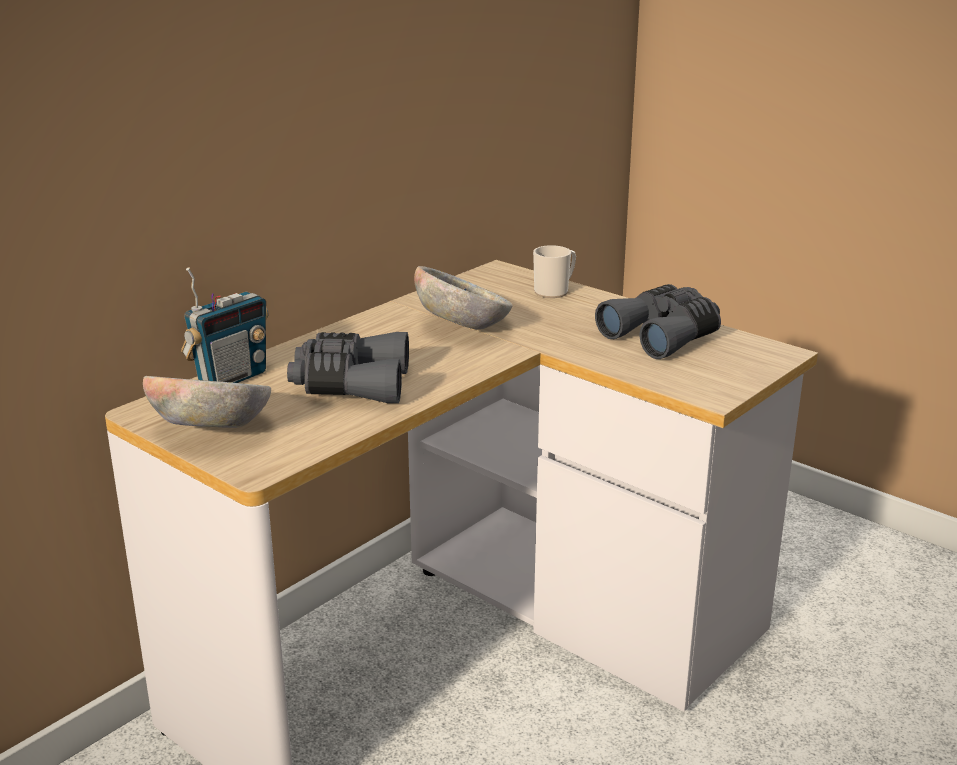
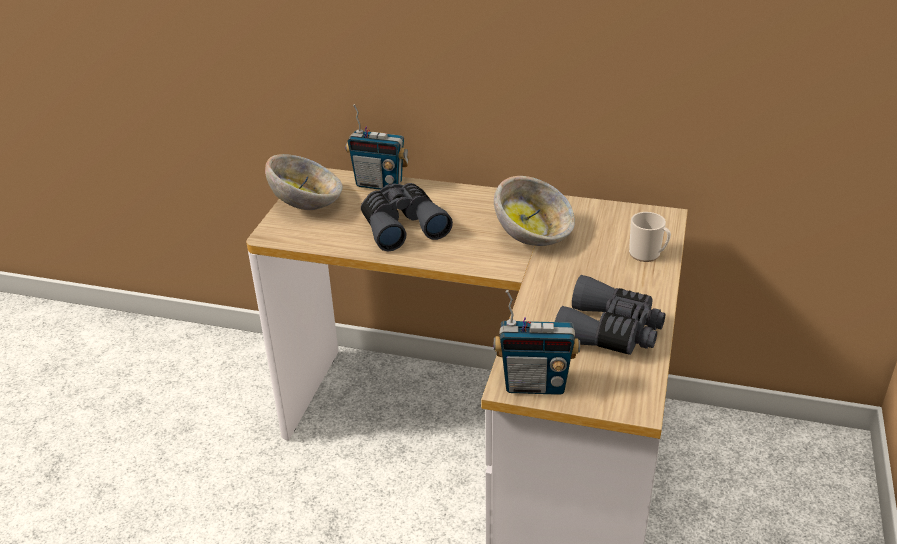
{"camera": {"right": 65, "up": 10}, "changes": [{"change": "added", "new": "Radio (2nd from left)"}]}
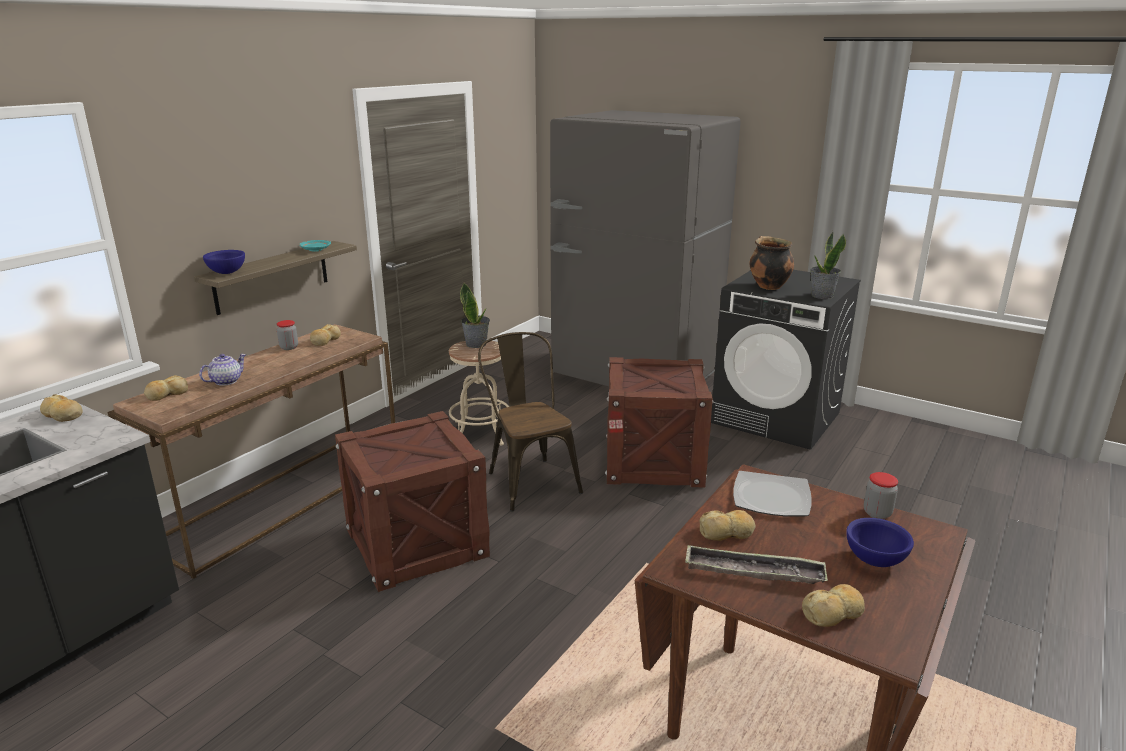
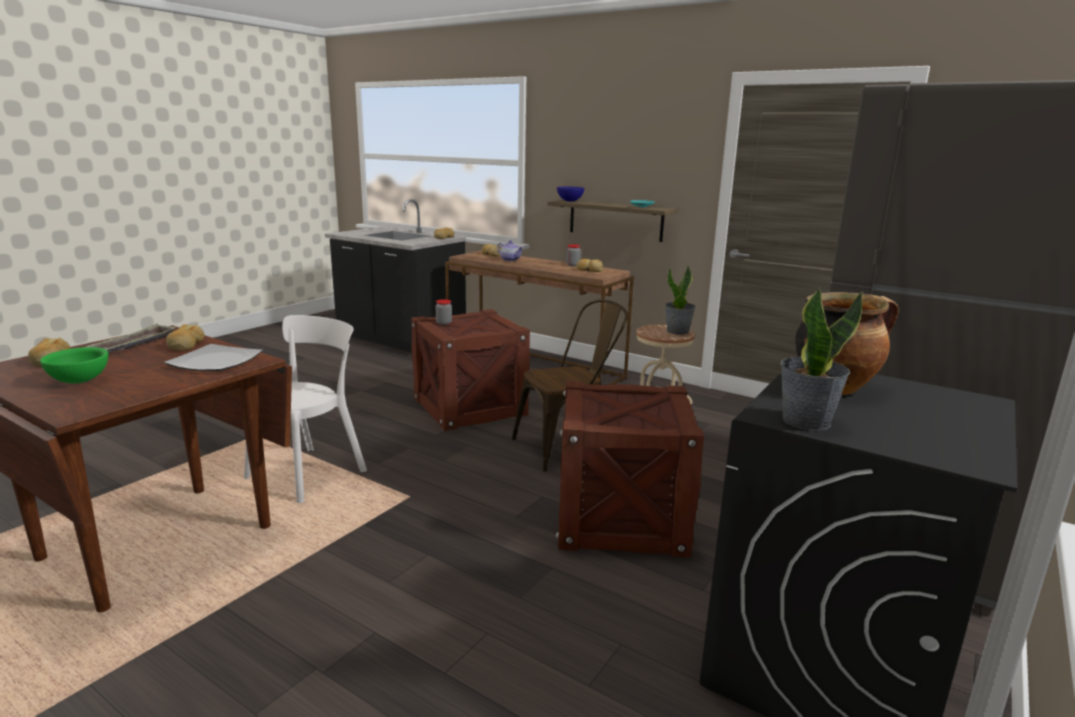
{"camera": {"right": 90, "up": -5}, "changes": [{"change": "moved", "old": "Vorratsglas (2nd from left in the first image)", "new": "Vorratsglas (1st from left)"}, {"change": "recoloured", "old": "Schüssel (blau) (2nd from left)", "new": "Schüssel (grün)"}, {"change": "added", "new": "Stuhl (weiß)"}]}
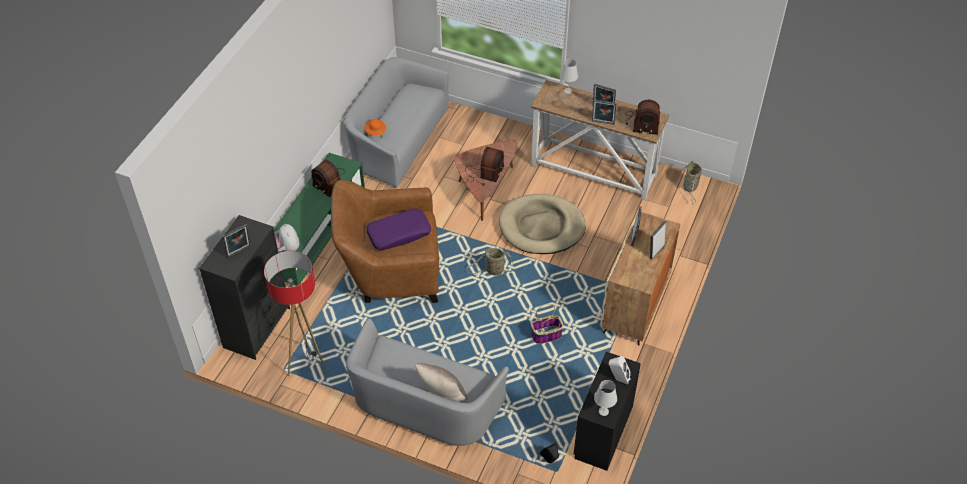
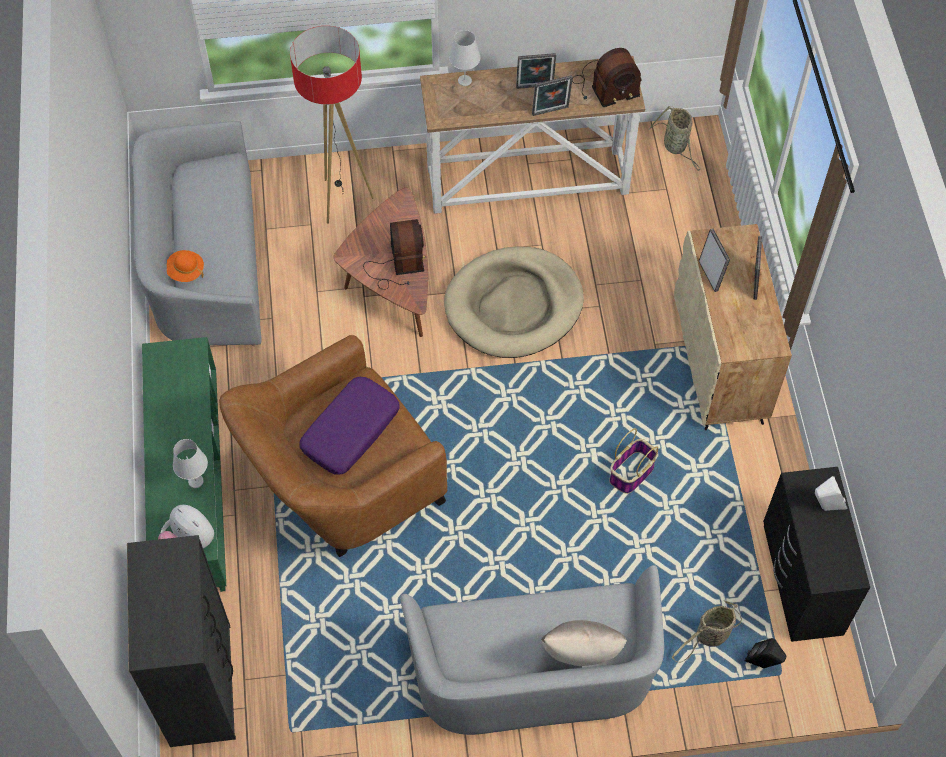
{"camera": {"right": -30, "up": 10}, "changes": [{"change": "removed", "old": "Radio (1st from left)"}, {"change": "removed", "old": "Bilderrahmen (1st from left)"}, {"change": "moved", "old": "Korb (1st from left in the first image)", "new": "Korb (3rd from left)"}, {"change": "moved", "old": "Stehlampe"}, {"change": "moved", "old": "Tischlampe (weiß) (2nd from left in the first image)", "new": "Tischlampe (weiß) (1st from left)"}]}
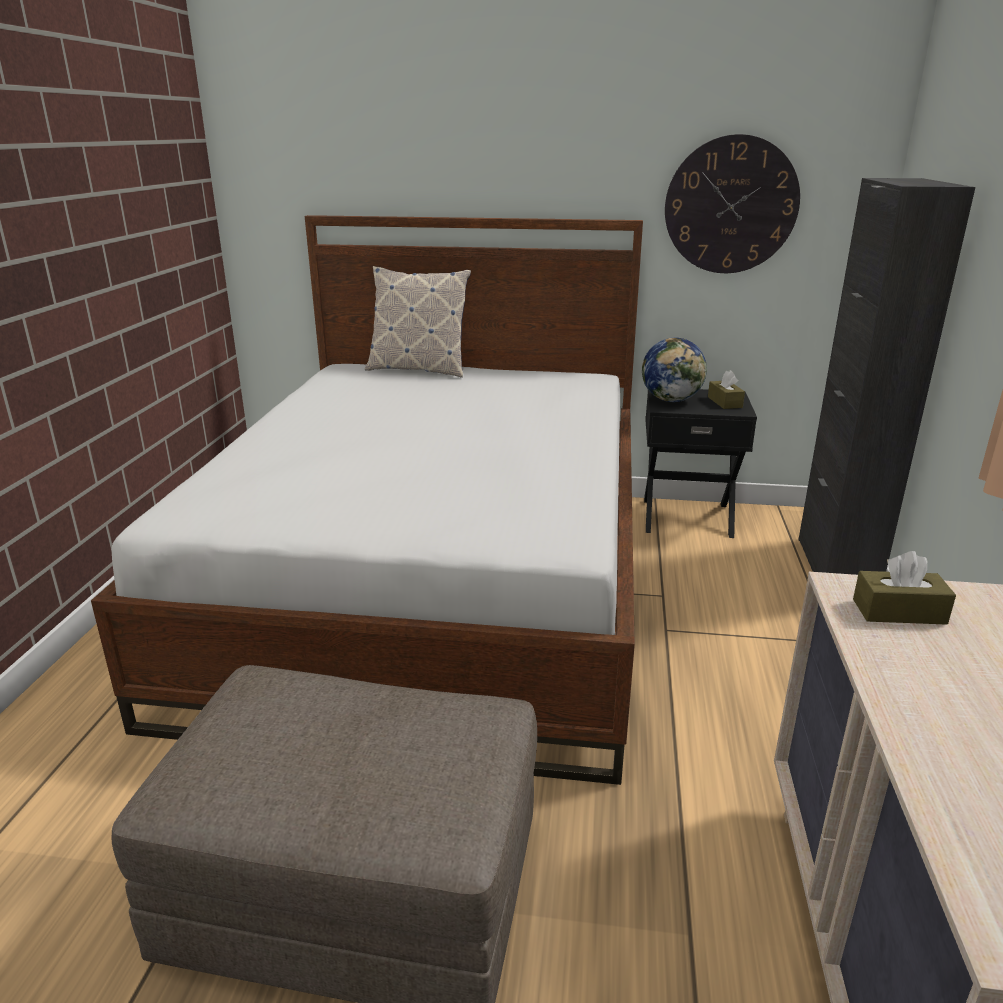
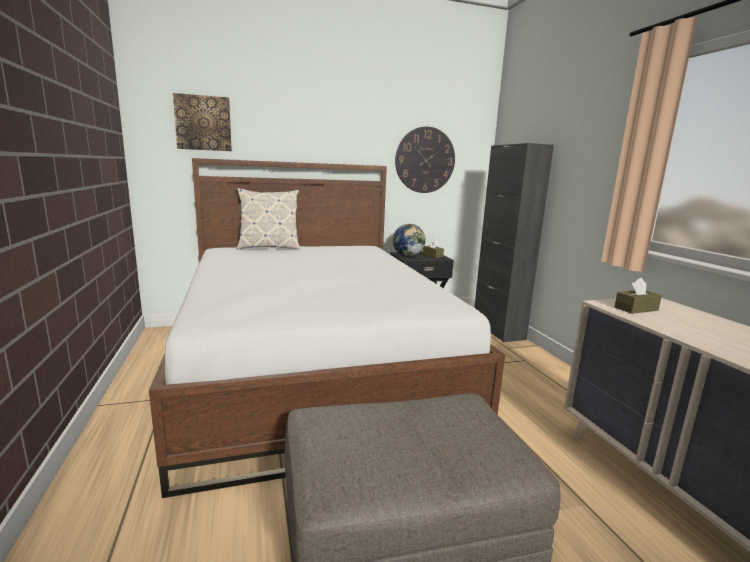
{"camera": {"right": -25, "up": -10}, "changes": [{"change": "added", "new": "Bild"}]}
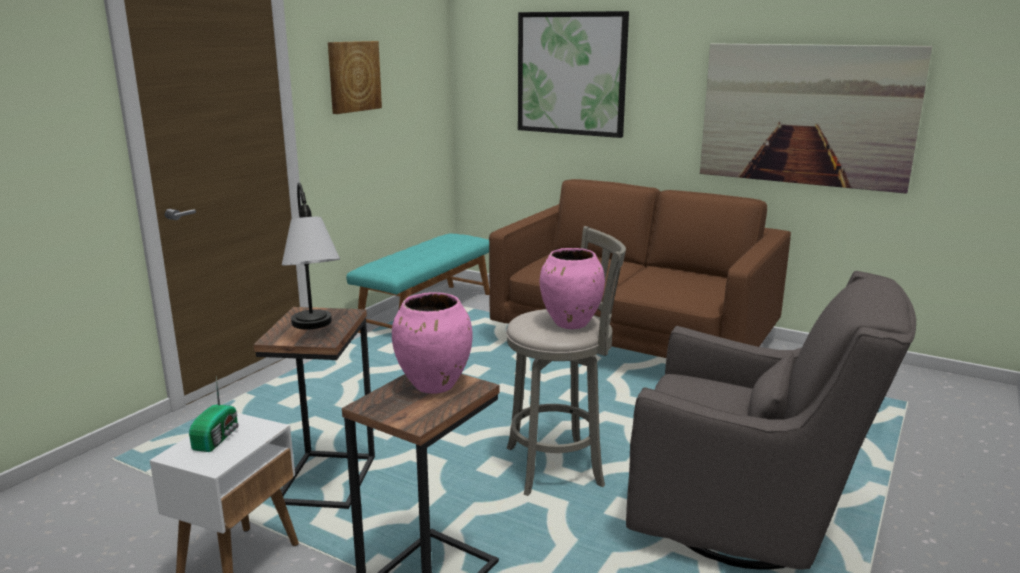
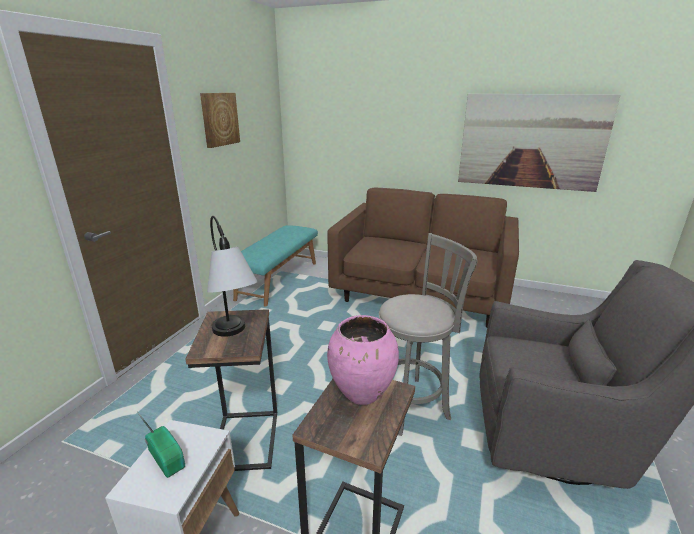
{"camera": {"right": -10, "up": 5}, "changes": [{"change": "removed", "old": "Bild (2nd from left)"}, {"change": "removed", "old": "Vase (rosa) (2nd from left)"}, {"change": "turned", "old": "Radio", "degrees": -45}]}
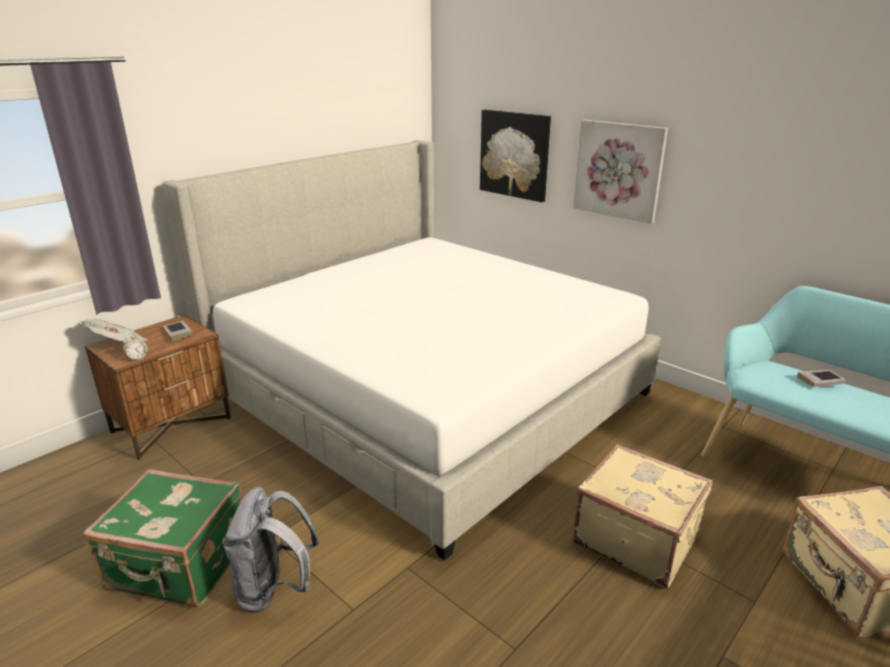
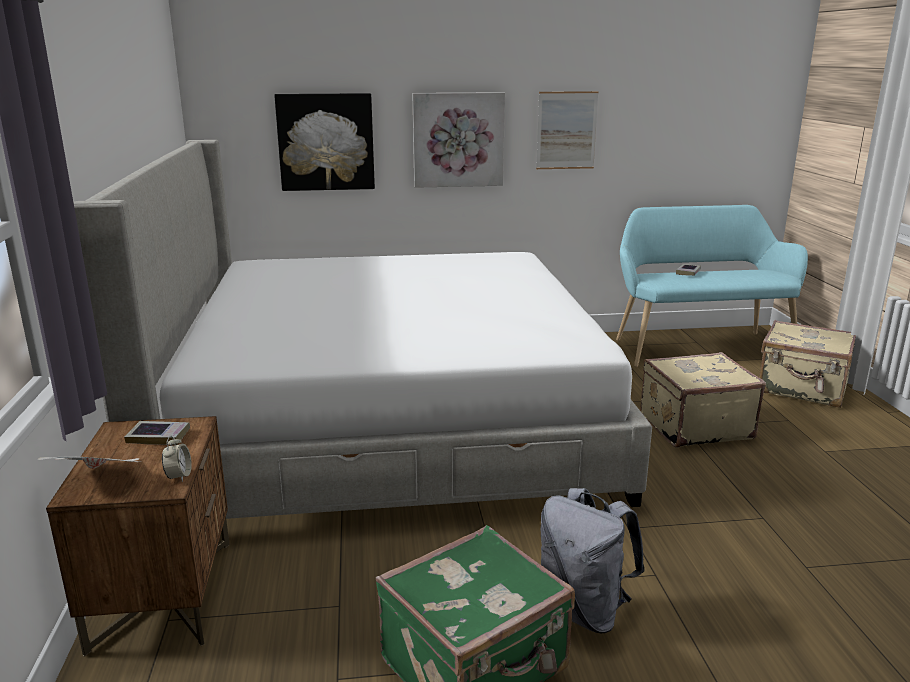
{"camera": {"right": -50, "up": -5}, "changes": [{"change": "added", "new": "Bild (3rd from left)"}]}
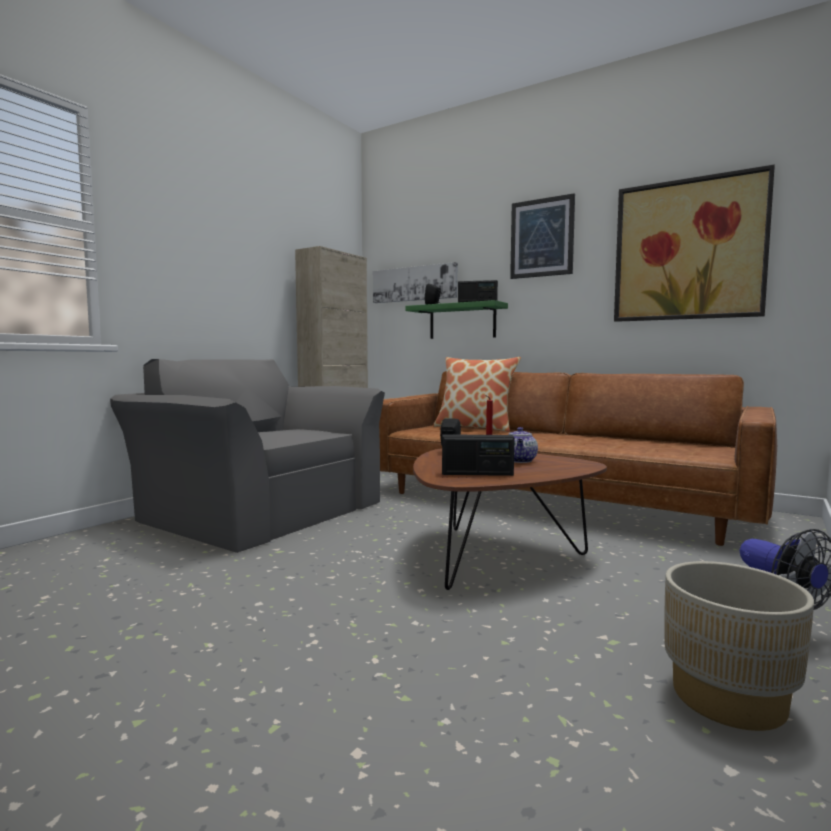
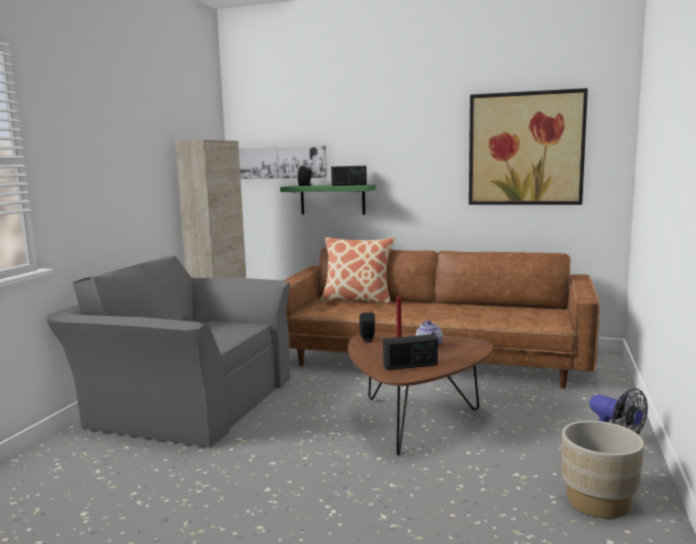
{"camera": {"right": -15, "up": 5}, "changes": [{"change": "removed", "old": "Bild (2nd from left)"}]}
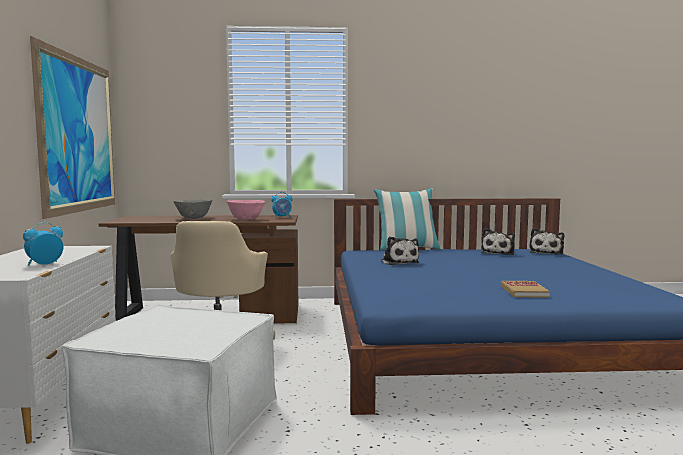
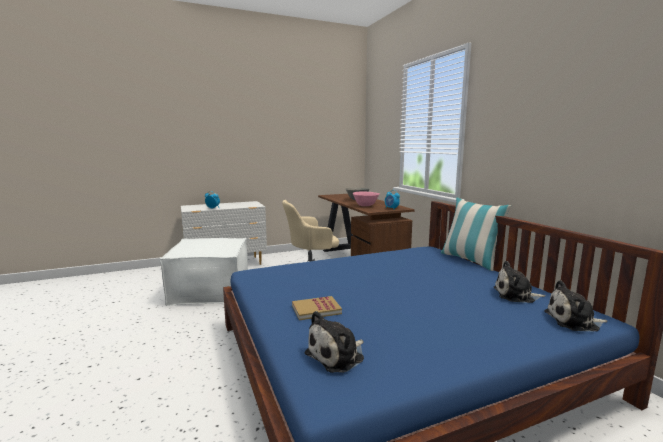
{"camera": {"right": 70, "up": 5}, "changes": [{"change": "removed", "old": "Bild"}, {"change": "moved", "old": "Plüschtier (1st from left)"}]}
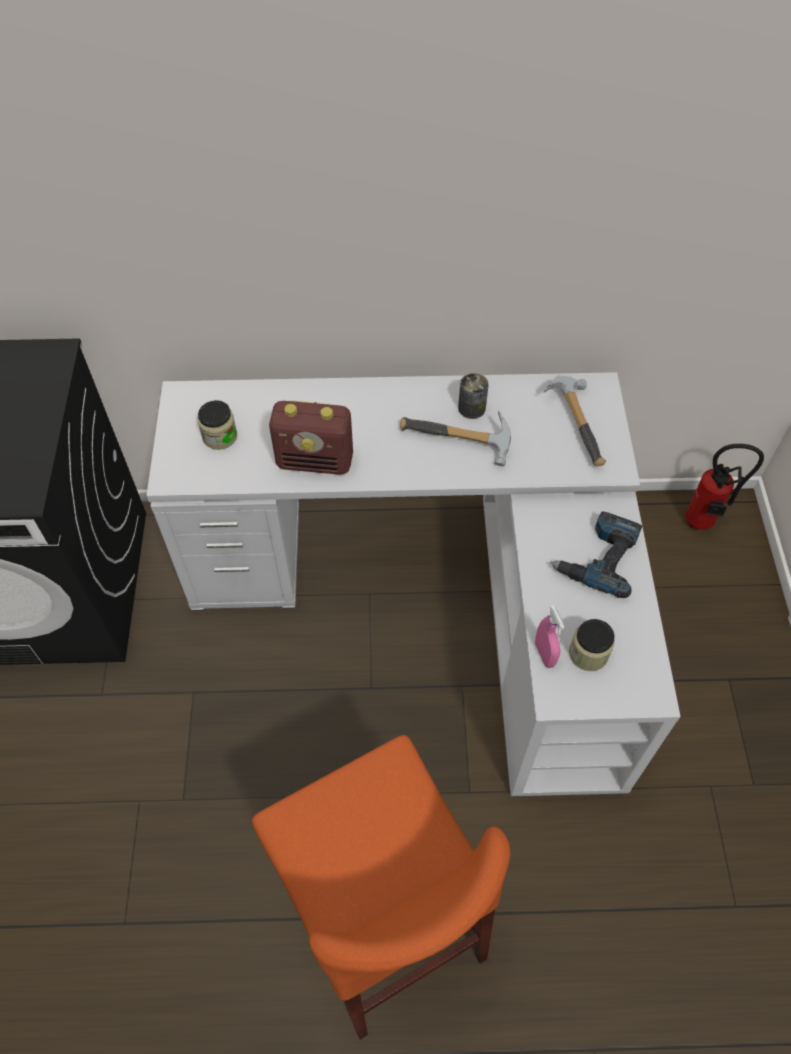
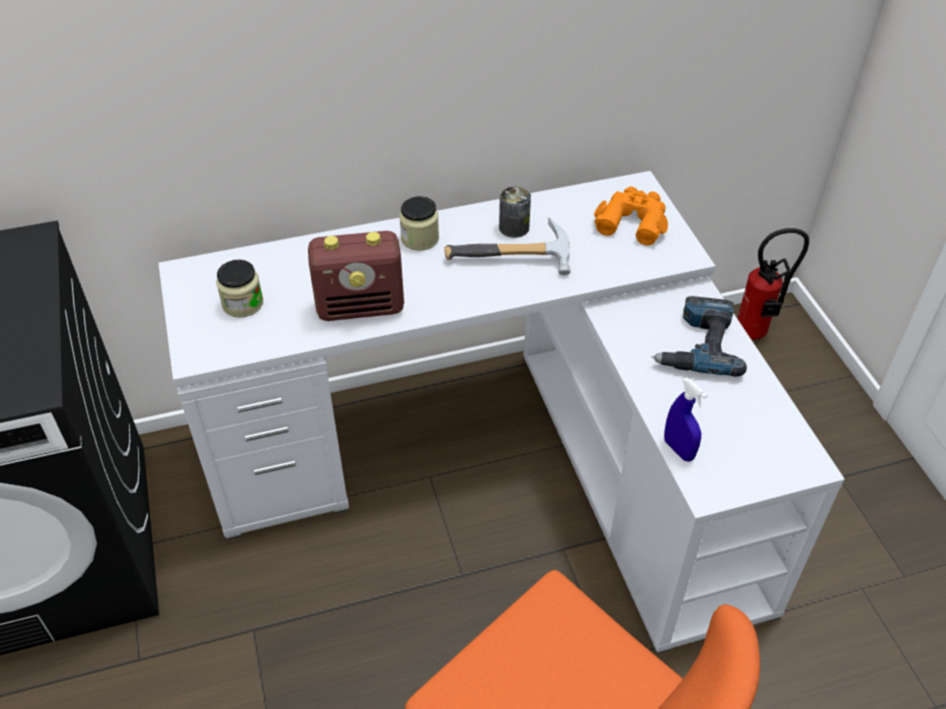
{"camera": {"right": -15, "up": -10}, "changes": [{"change": "replaced", "old": "Hammer (2nd from left)", "new": "Fernglas (orange)"}, {"change": "recoloured", "old": "Sprühflasche (rosa)", "new": "Sprühflasche (blau)"}, {"change": "moved", "old": "Vorratsglas (2nd from left)"}]}
